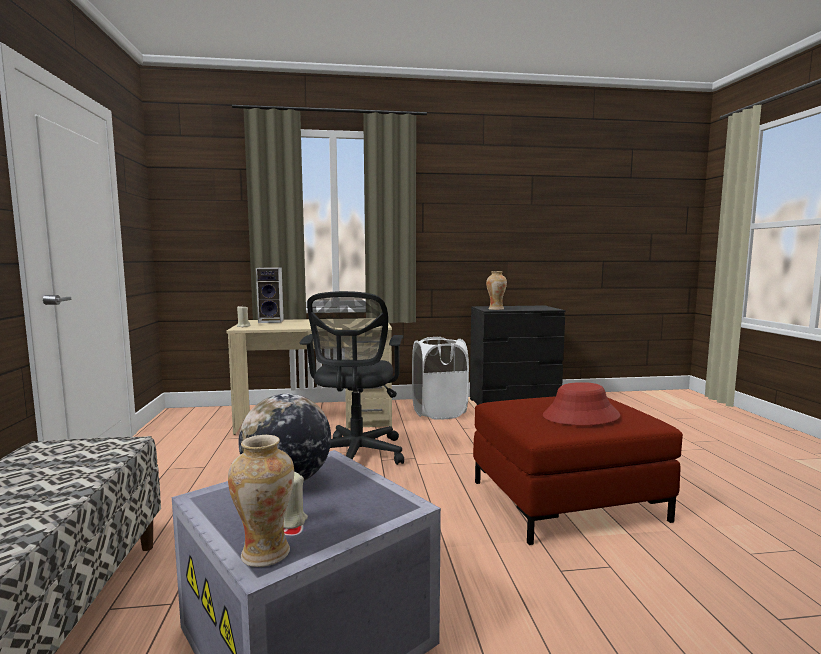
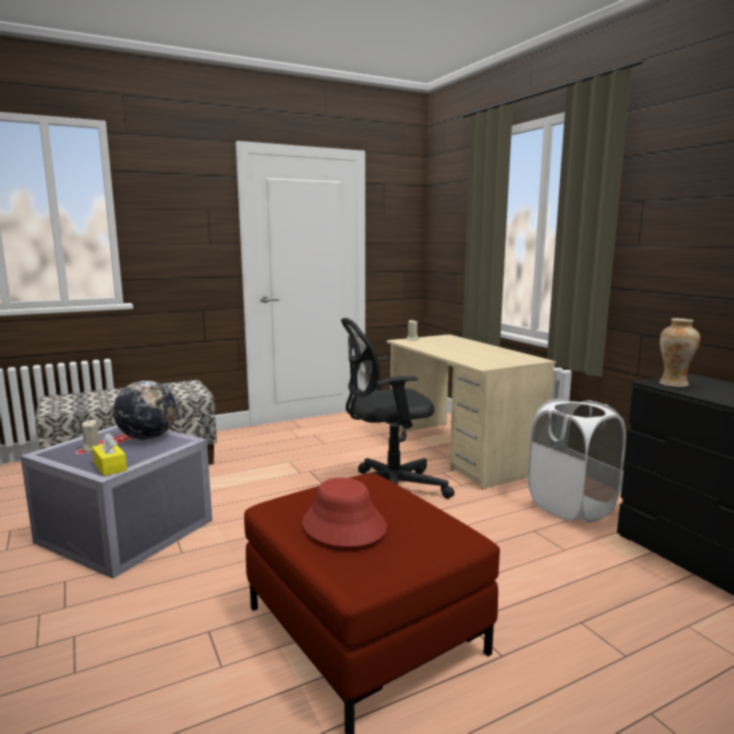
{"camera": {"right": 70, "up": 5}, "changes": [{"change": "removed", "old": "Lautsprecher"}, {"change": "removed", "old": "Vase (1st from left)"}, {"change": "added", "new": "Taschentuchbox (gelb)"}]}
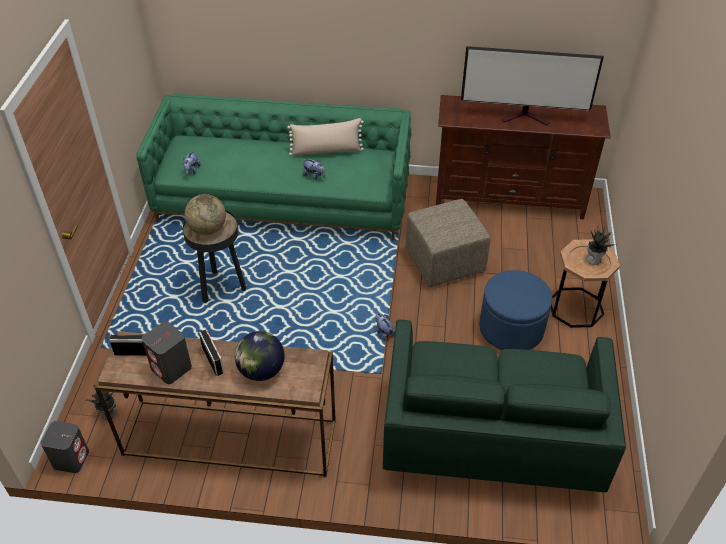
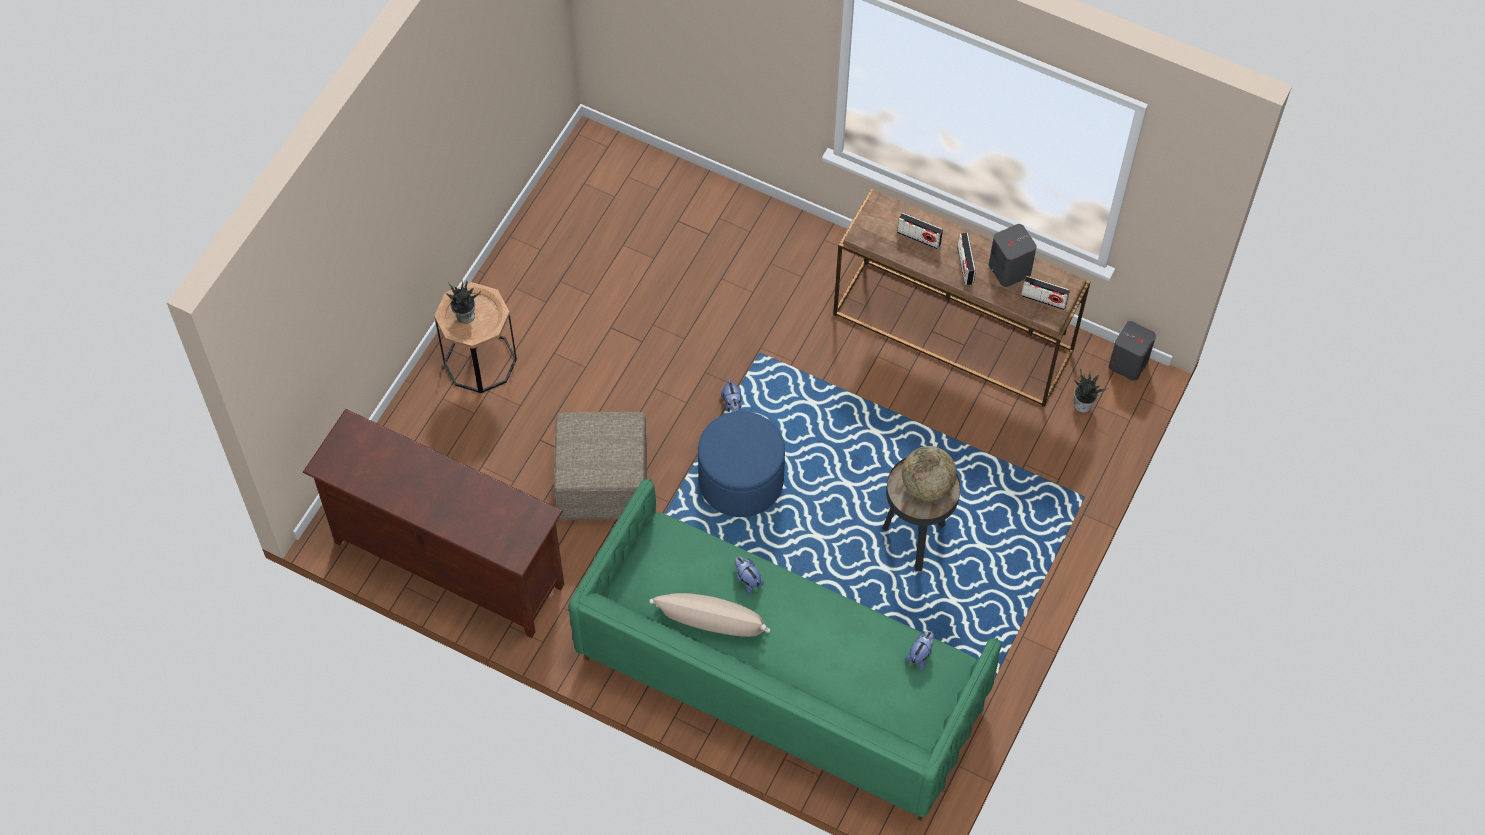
{"camera": {"right": -160, "up": 15}, "changes": [{"change": "removed", "old": "Fernseher"}, {"change": "moved", "old": "Polsterhocker (blau)"}, {"change": "removed", "old": "Sofa (grün) (2nd from left)"}, {"change": "replaced", "old": "Globus (2nd from left)", "new": "Radio (1st from left)"}]}
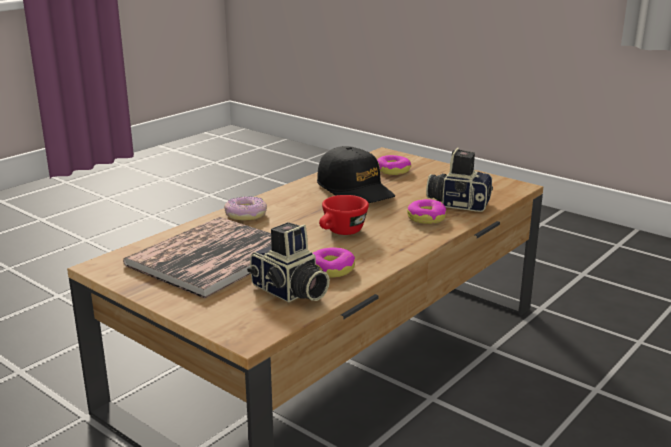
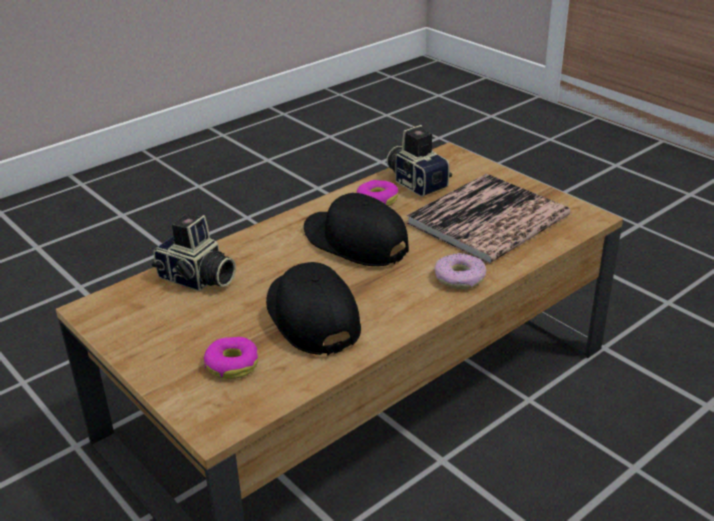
{"camera": {"right": -170, "up": 10}, "changes": [{"change": "replaced", "old": "Tasse (rot)", "new": "Kappe (schwarz) (2nd from left)"}, {"change": "removed", "old": "Donut (4th from left)"}]}
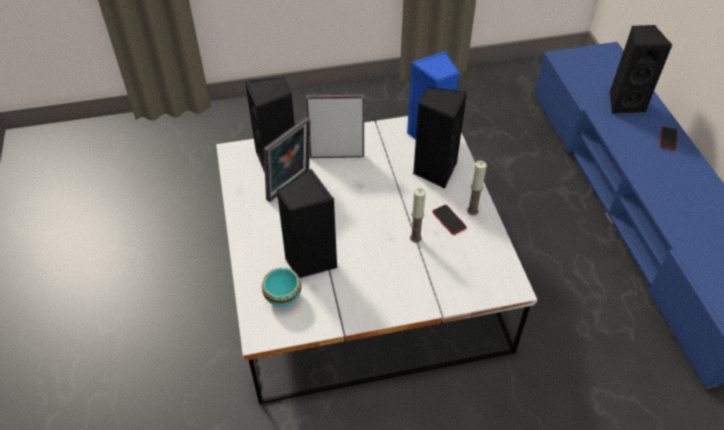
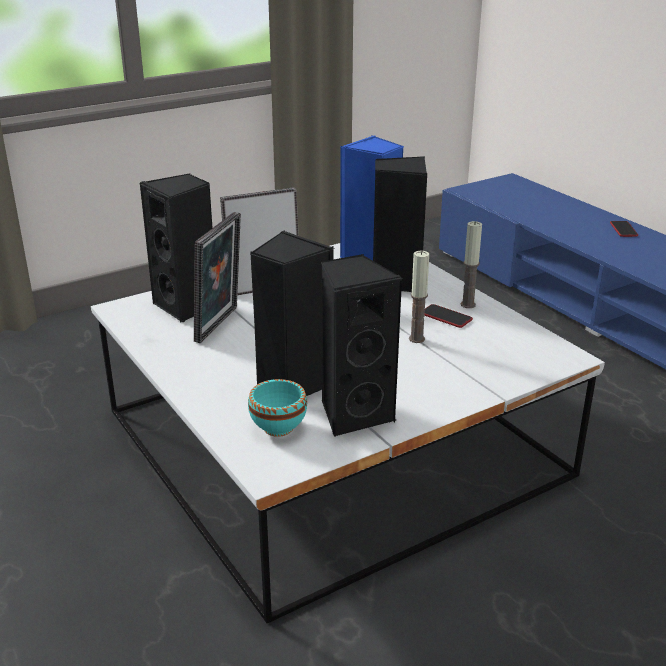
{"camera": {"right": -20, "up": -20}, "changes": [{"change": "moved", "old": "Lautsprecher (schwarz) (4th from left in the first image)", "new": "Lautsprecher (schwarz) (3rd from left)"}]}
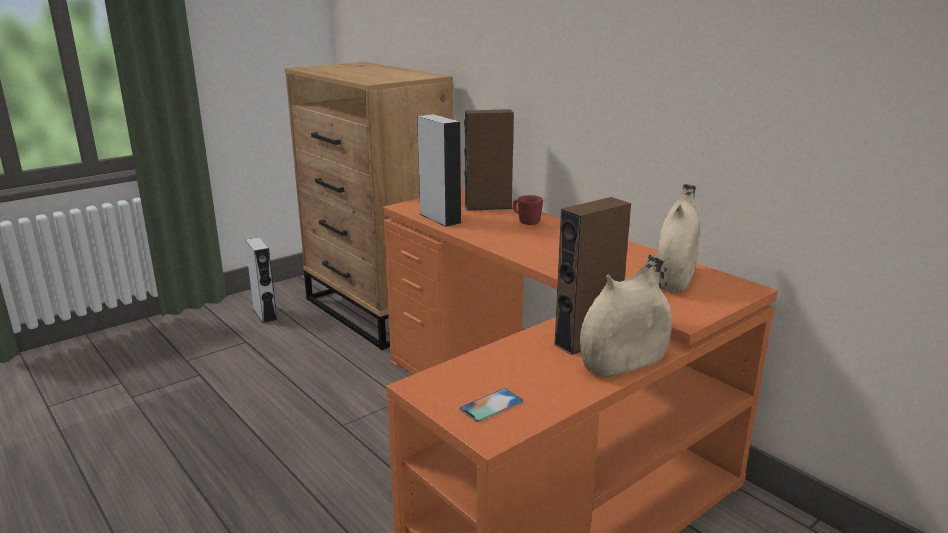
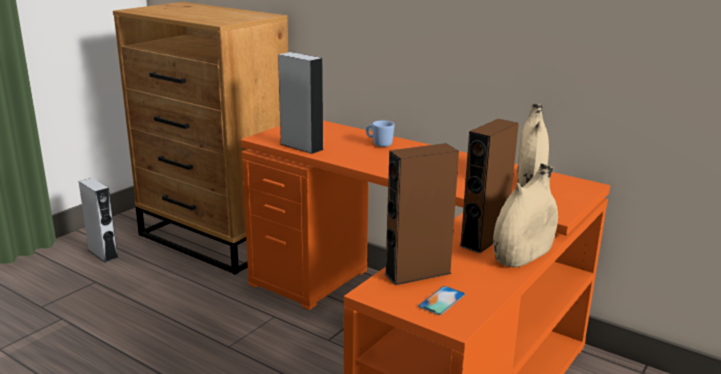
{"camera": {"right": -15, "up": 0}, "changes": [{"change": "moved", "old": "Lautsprecher (braun) (1st from left)"}, {"change": "recoloured", "old": "Henkelbecher (rot)", "new": "Henkelbecher (blau)"}]}
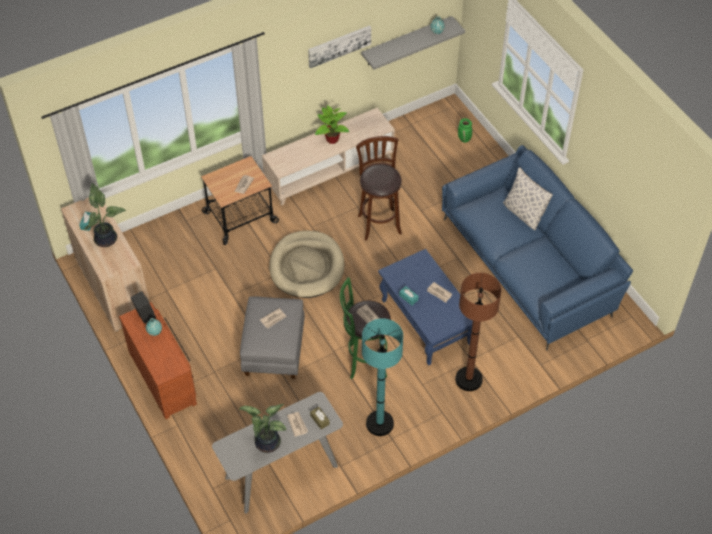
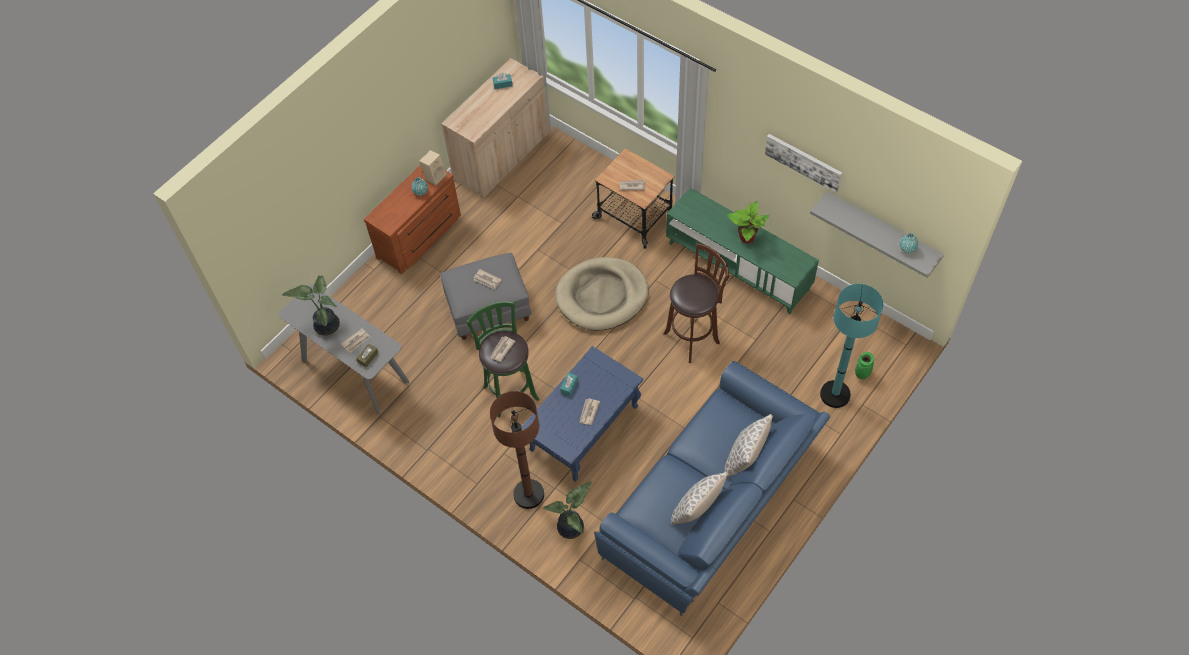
{"camera": {"right": 70, "up": 5}, "changes": [{"change": "recoloured", "old": "Fernsehschrank (beige)", "new": "Fernsehschrank (grün)"}, {"change": "moved", "old": "Topfpflanze (1st from left in the first image)", "new": "Topfpflanze (2nd from left)"}, {"change": "recoloured", "old": "Lautsprecher (schwarz)", "new": "Lautsprecher (beige)"}, {"change": "moved", "old": "Stehlampe (türkis)"}, {"change": "added", "new": "Kissen (1st from left)"}]}
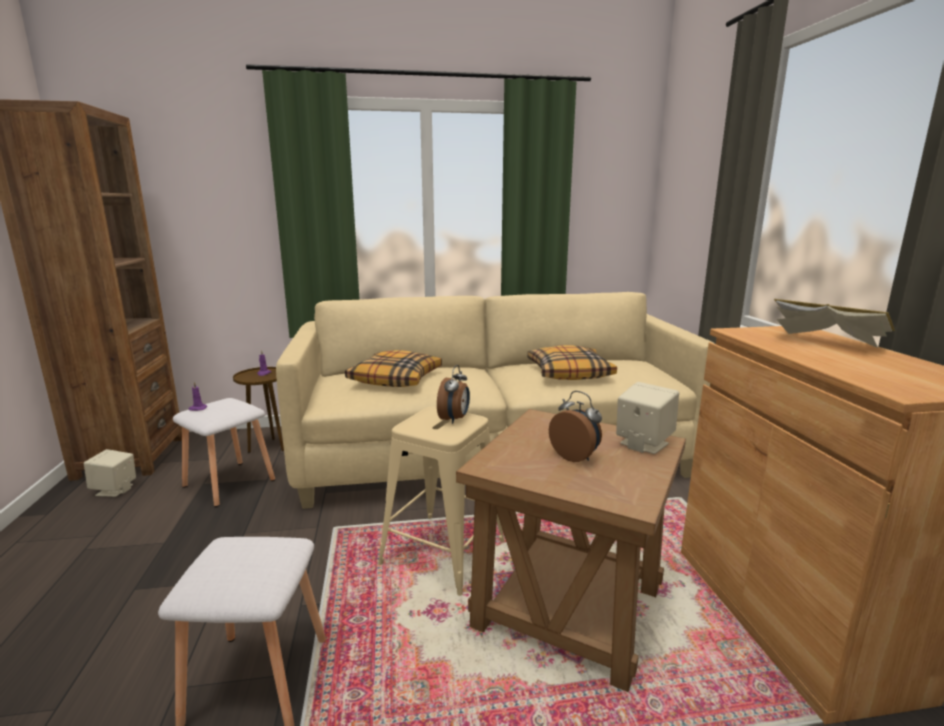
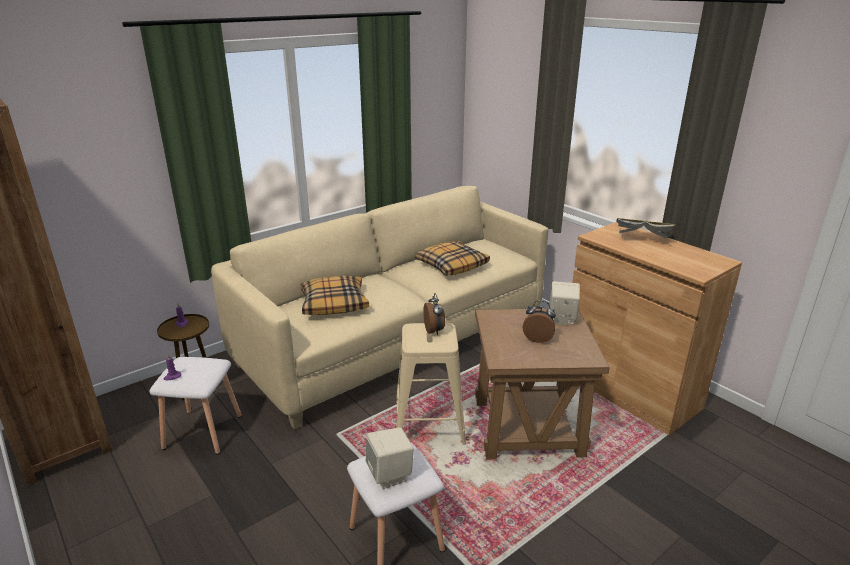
{"camera": {"right": -30, "up": 10}, "changes": [{"change": "moved", "old": "Lautsprecher (beige) (1st from left)"}]}
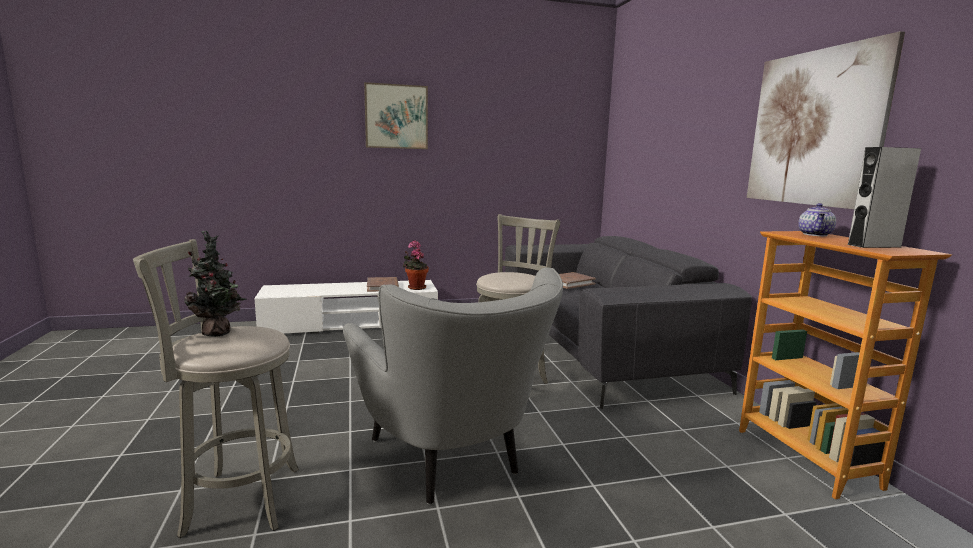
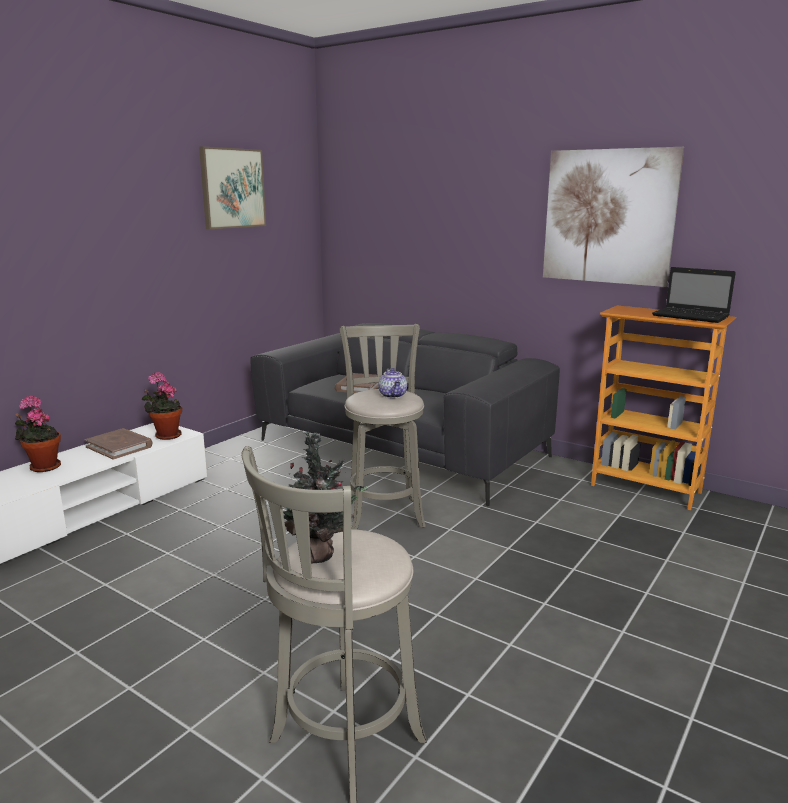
{"camera": {"right": -40, "up": 5}, "changes": [{"change": "moved", "old": "Bild (1st from left)"}, {"change": "replaced", "old": "Lautsprecher (grau)", "new": "Laptop"}, {"change": "moved", "old": "Teekanne"}, {"change": "removed", "old": "Sessel (grau)"}, {"change": "added", "new": "Topfpflanze (1st from left)"}]}
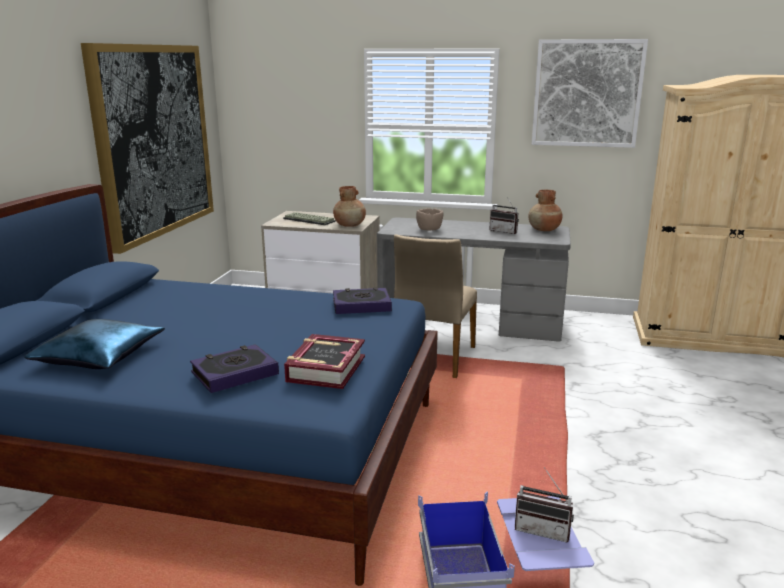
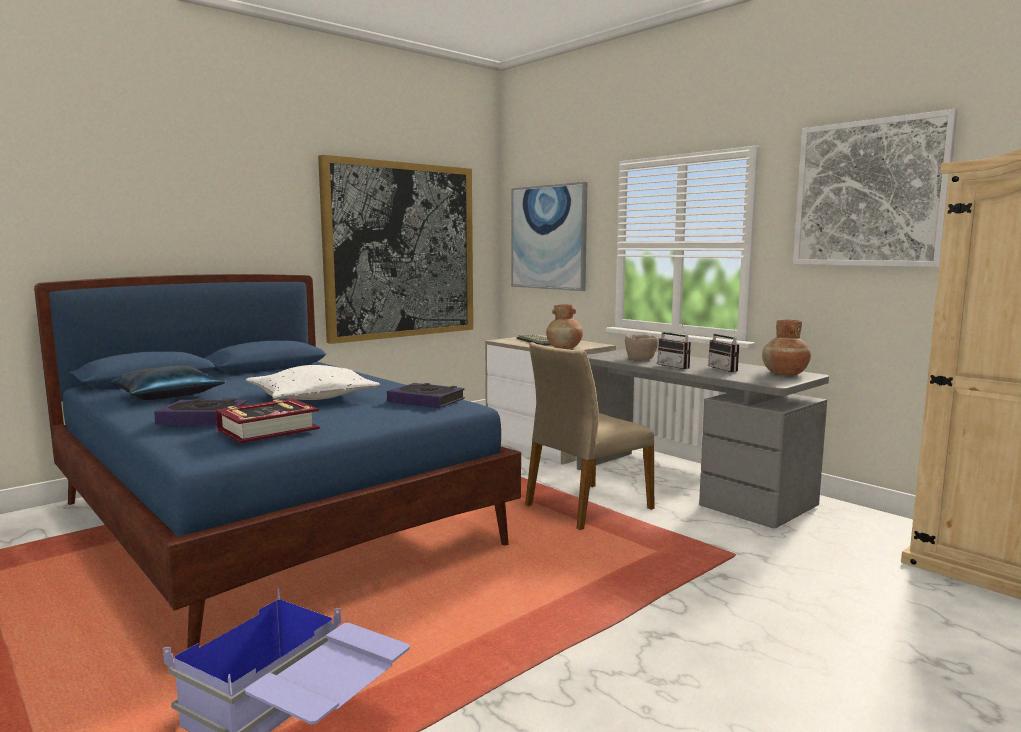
{"camera": {"right": 35, "up": -10}, "changes": [{"change": "moved", "old": "Radio (2nd from left in the first image)", "new": "Radio (1st from left)"}, {"change": "added", "new": "Bild (2nd from left)"}, {"change": "added", "new": "Kissen (weiß)"}]}
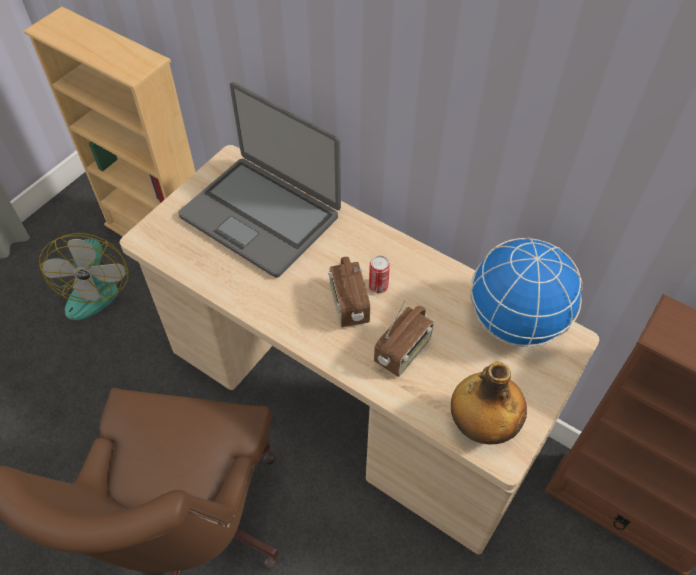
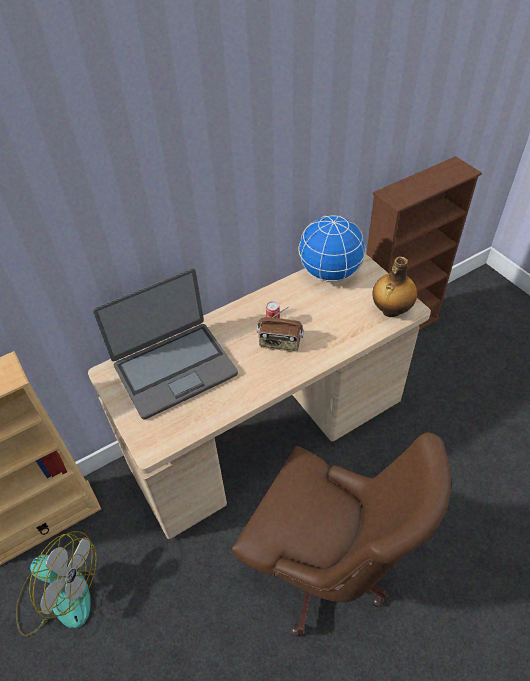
{"camera": {"right": -65, "up": -5}, "changes": [{"change": "removed", "old": "Radio (2nd from left)"}]}
